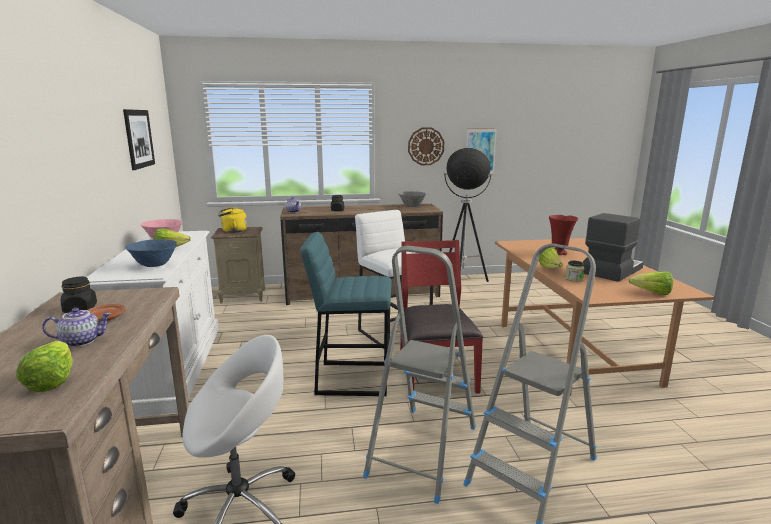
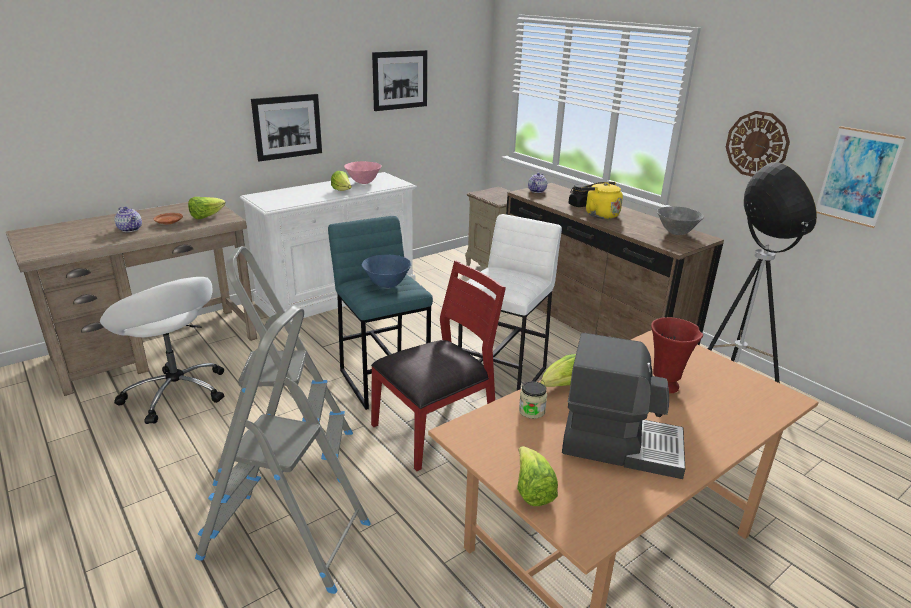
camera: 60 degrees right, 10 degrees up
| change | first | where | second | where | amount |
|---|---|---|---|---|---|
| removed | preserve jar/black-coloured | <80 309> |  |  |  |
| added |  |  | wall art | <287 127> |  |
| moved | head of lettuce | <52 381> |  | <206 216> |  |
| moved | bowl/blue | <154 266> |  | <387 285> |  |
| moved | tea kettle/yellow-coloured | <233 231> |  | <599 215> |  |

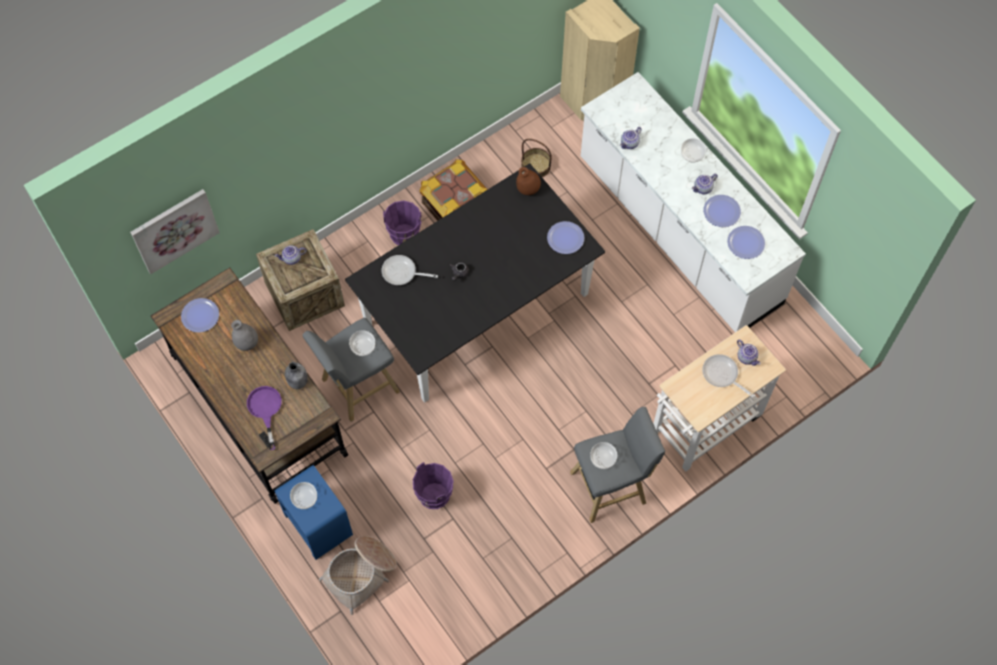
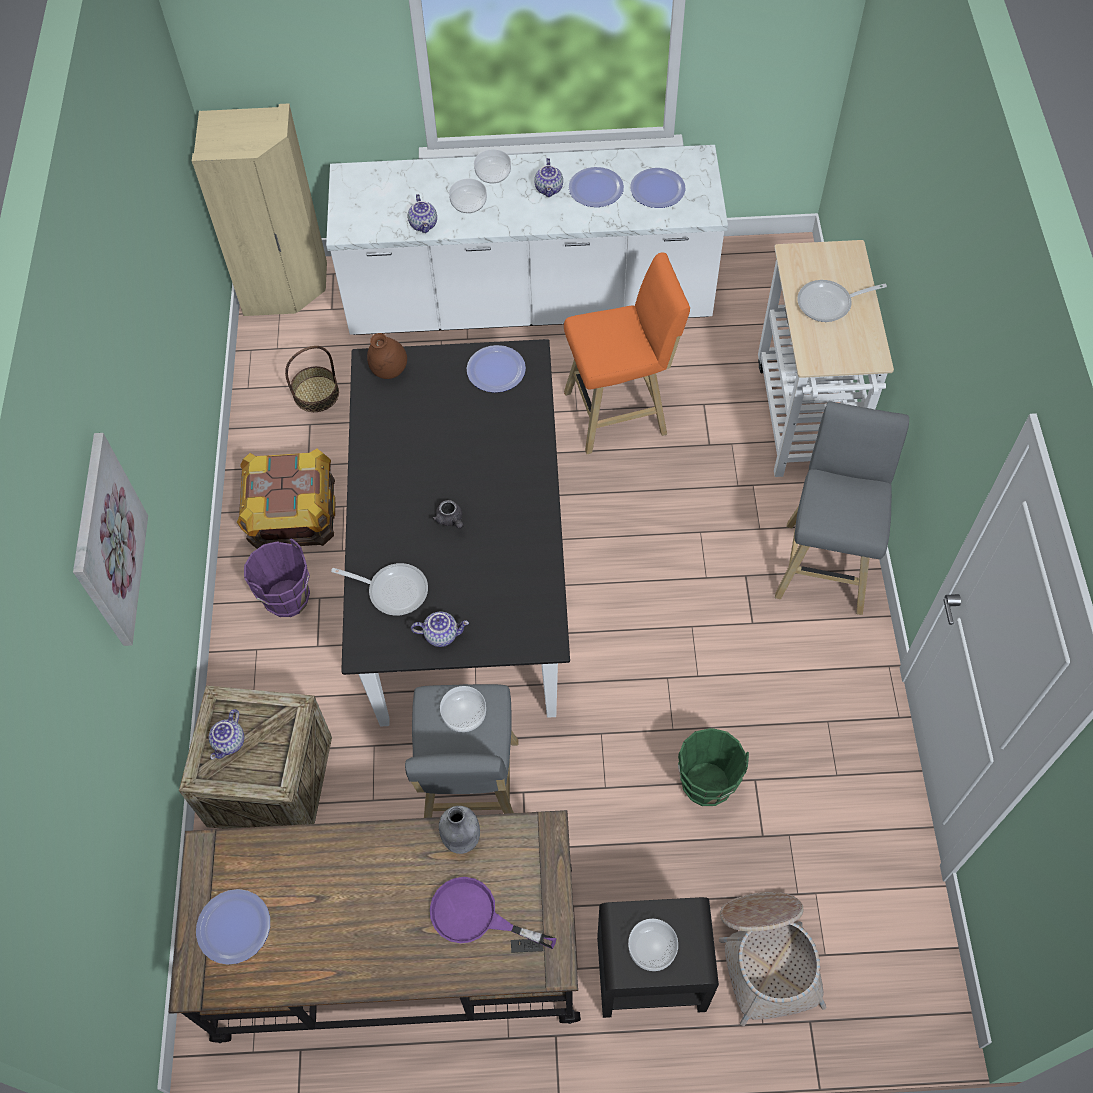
camera: 55 degrees left, 5 degrees down
| change | first | where | second | where | amount |
|---|---|---|---|---|---|
| removed | vase/grey | <247 343> |  |  |  |
| added |  |  | sitting stool/orangey | <620 412> |  |
| moved | wall art | <174 230> |  | <107 541> |  |
| moved | bowl | <602 458> |  | <468 204> |  |
| moved | pot for tea | <747 357> |  | <441 634> |  |
| recoloured | nightstand/blue | <318 524> | nightstand/black-coloured | <650 974> |  |
| recoloured | pail/purple | <434 496> | pail/green-coloured | <706 784> |  |
| turned | frying pan | <402 273> |  | <393 590> | 120 degrees counterclockwise |

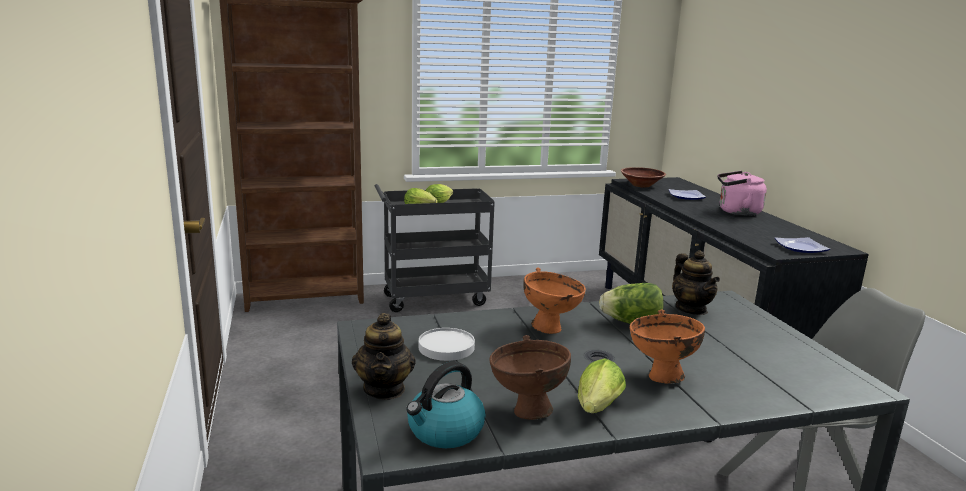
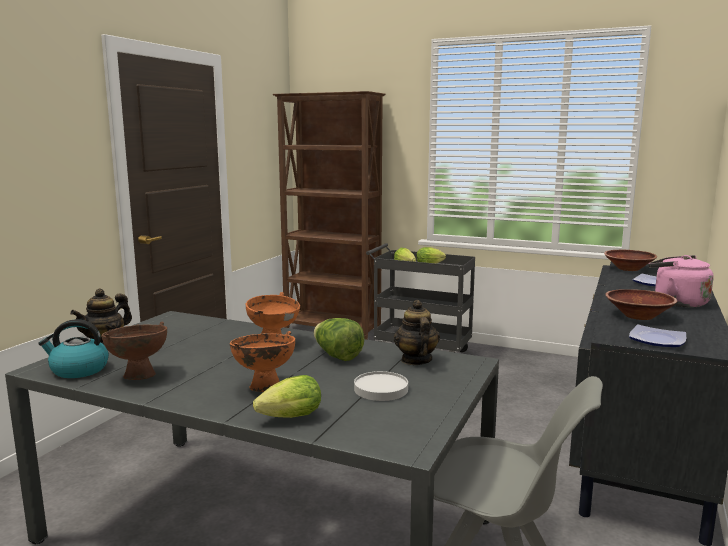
camera: 40 degrees right, 5 degrees down
| change | first | where | second | where | amount |
|---|---|---|---|---|---|
| added |  |  | bowl/brownish | <638 316> |  |
| moved | flat dish/white | <446 347> |  | <381 389> |  |
| moved | head of lettuce | <596 409> |  | <287 418> |  |
| turned | pot for tea | <691 309> |  | <416 360> | 150 degrees clockwise |

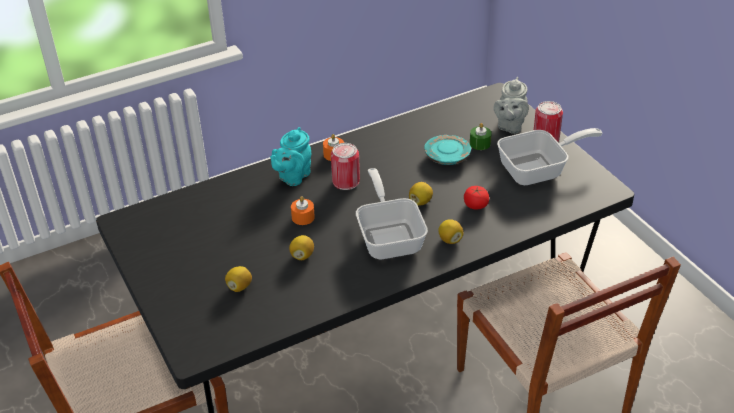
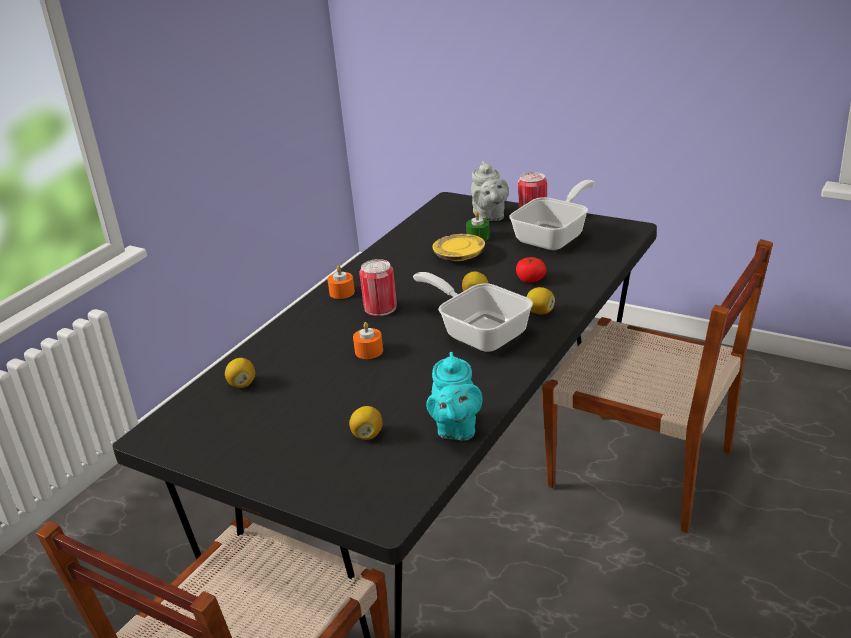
camera: 30 degrees left, 10 degrees down
| change | first | where | second | where | amount |
|---|---|---|---|---|---|
| moved | pot for tea/blue-green | <293 177> |  | <456 429> |  |
| moved | citrus fruit | <302 255> |  | <242 384> |  |
| recoloured | flat dish/blue-green | <447 156> | flat dish/yellow-coloured | <459 256> |  |

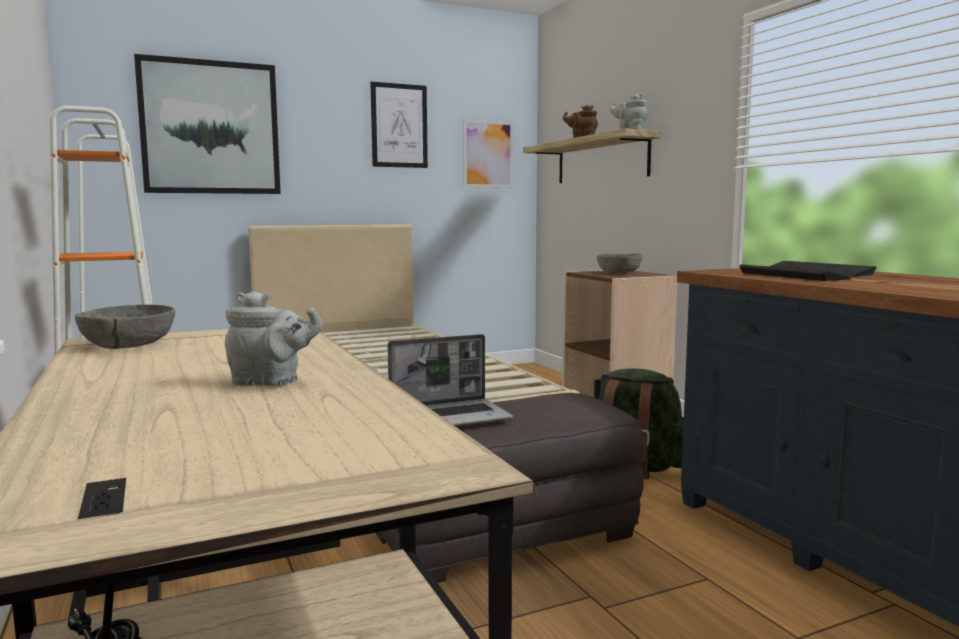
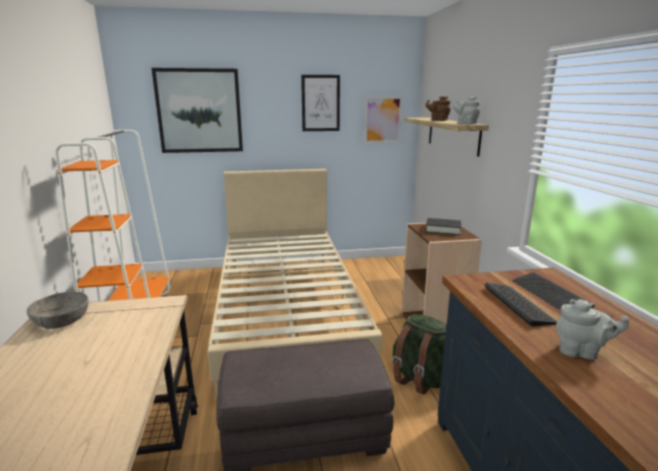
camera: 15 degrees right, 10 degrees up
| change | first | where | second | where | amount |
|---|---|---|---|---|---|
| removed | portable computer | <451 417> |  |  |  |
| moved | pot for tea/grey | <271 382> |  | <581 352> |  |
| replaced | bowl/grey | <619 272> | volume/black-coloured | <443 229> |  |

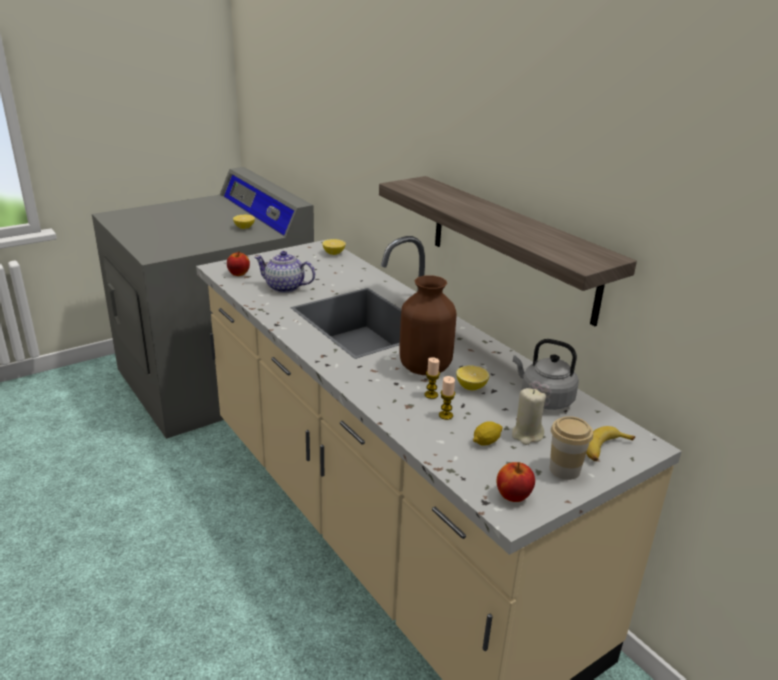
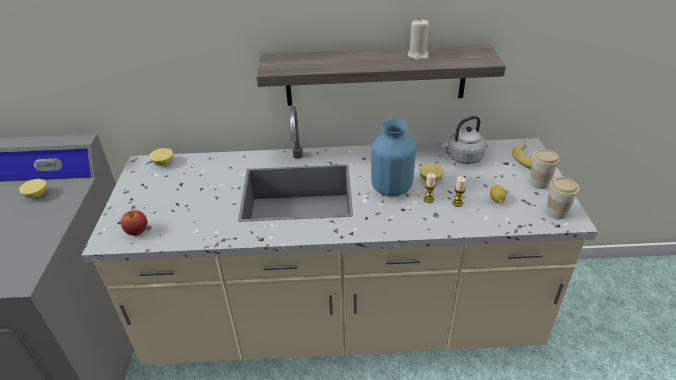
camera: 55 degrees left, 10 degrees up
| change | first | where | second | where | amount |
|---|---|---|---|---|---|
| removed | pot for tea | <284 287> |  |  |  |
| moved | wax candle/beige | <527 435> |  | <418 55> |  |
| replaced | apple | <513 496> | cup | <556 212> |  |
| recoloured | vase/brownish | <424 367> | vase/blue | <391 188> |  |

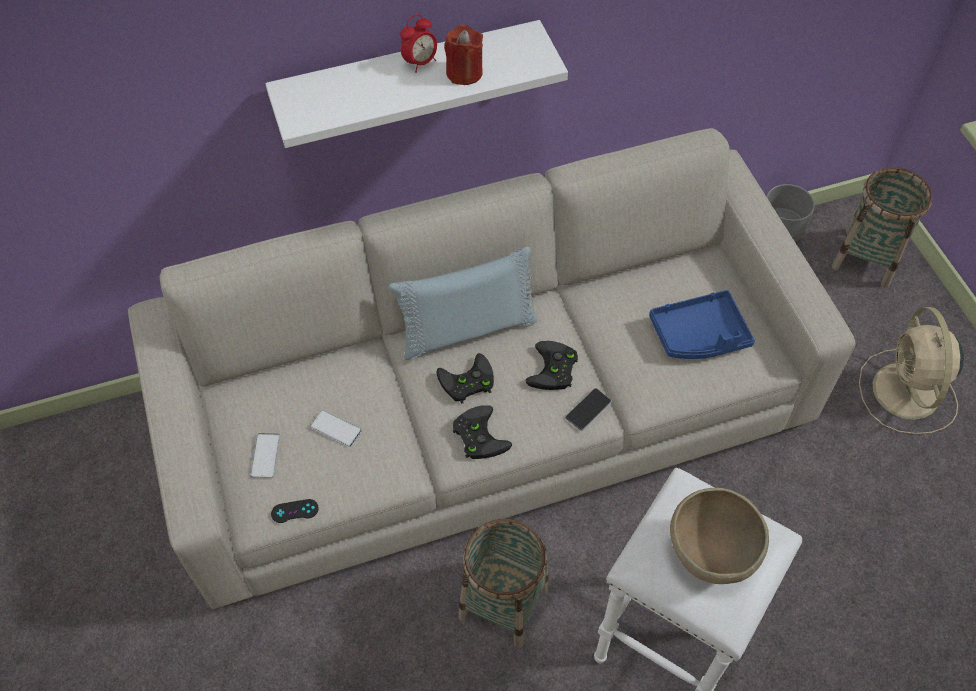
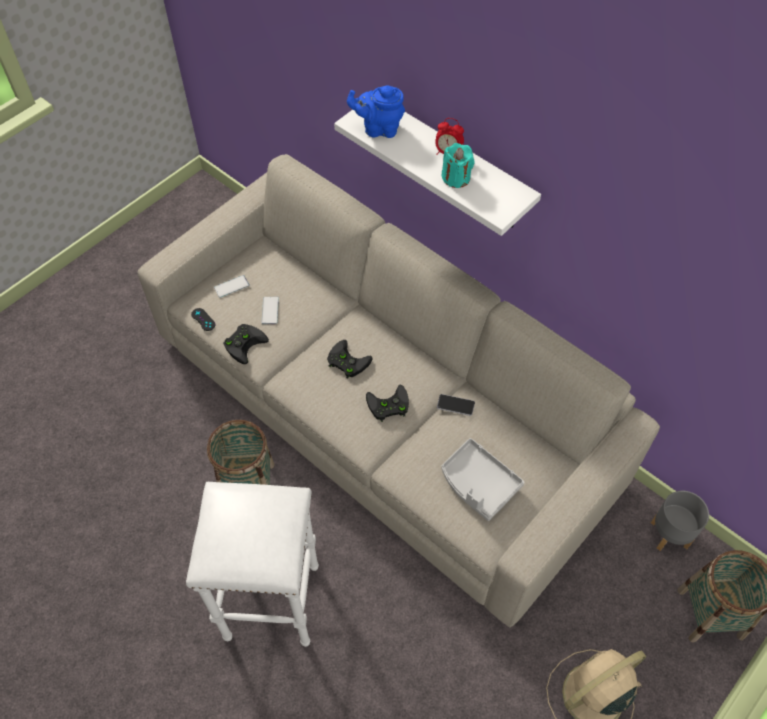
camera: 60 degrees right, 0 degrees up
| change | first | where | second | where | amount |
|---|---|---|---|---|---|
| removed | cushion/blue | <467 329> |  |  |  |
| removed | bowl/brownish | <709 554> |  |  |  |
| added |  |  | pot for tea/blue | <379 129> |  |
| moved | gamepad/black-coloured | <477 435> |  | <244 343> |  |
| moved | handset | <588 410> |  | <455 405> |  |
| recoloured | wax candle/red | <464 73> | wax candle/blue-green | <456 178> |  |
| recoloured | tray/blue | <699 335> | tray/grey | <478 484> |  |

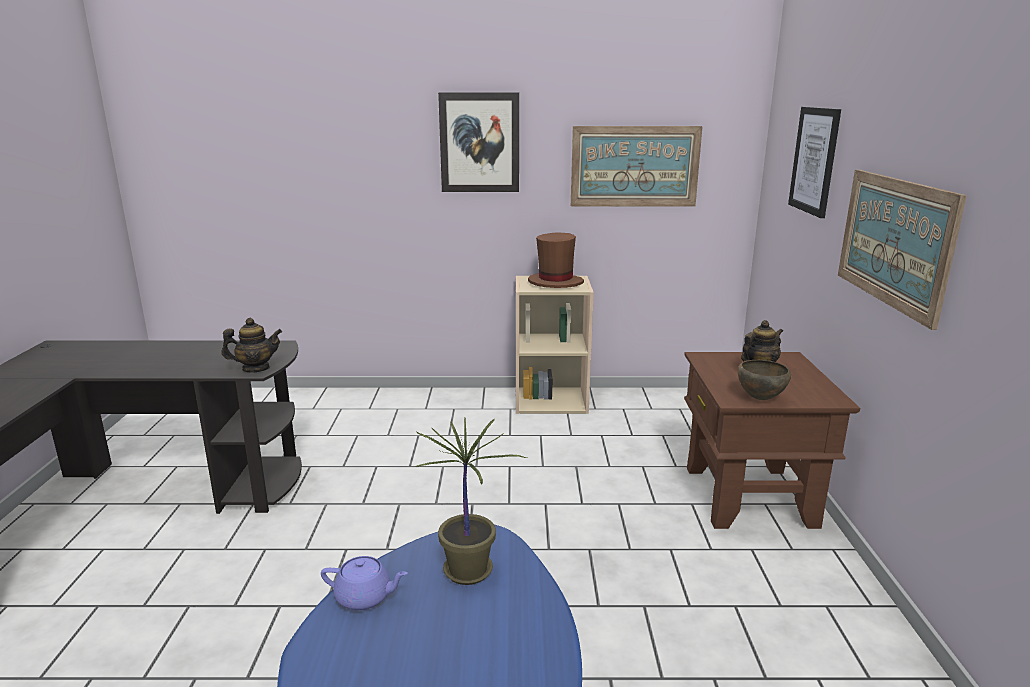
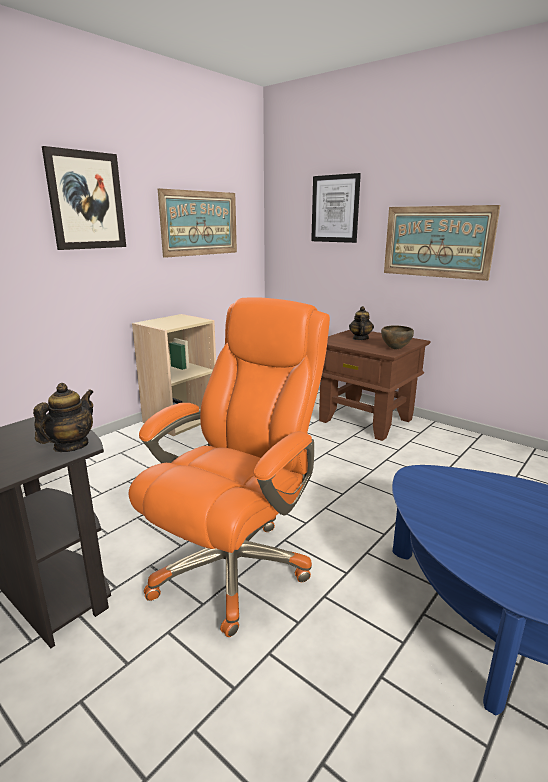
camera: 50 degrees left, 0 degrees up
| change | first | where | second | where | amount |
|---|---|---|---|---|---|
| removed | pot for tea/purple | <365 597> |  |  |  |
| removed | potted plant | <469 572> |  |  |  |
| removed | hat/brownish | <555 282> |  |  |  |
| added |  |  | computer chair/orangey | <237 567> |  |

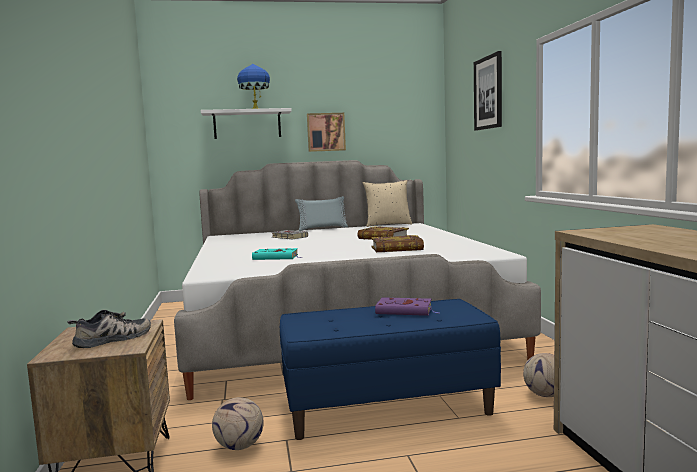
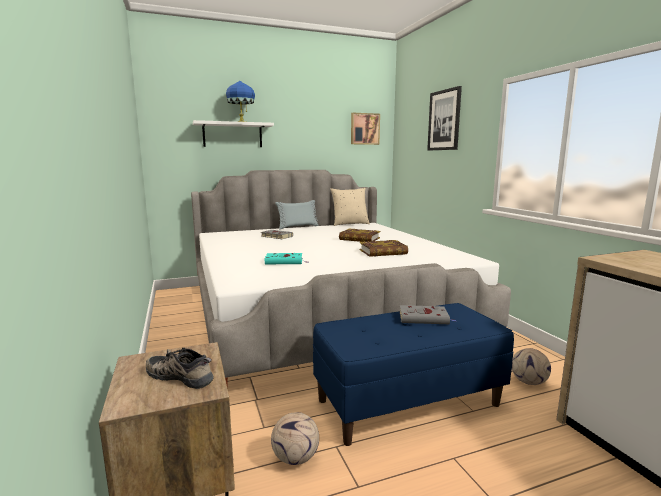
camera: 10 degrees left, 5 degrees up
| change | first | where | second | where | amount |
|---|---|---|---|---|---|
| moved | wall art | <326 132> |  | <364 129> |  |
| recoloured | volume/purple | <406 311> | volume/grey | <425 318> |  |
| turned | item of footwear | <113 339> |  | <181 375> | 105 degrees counterclockwise |

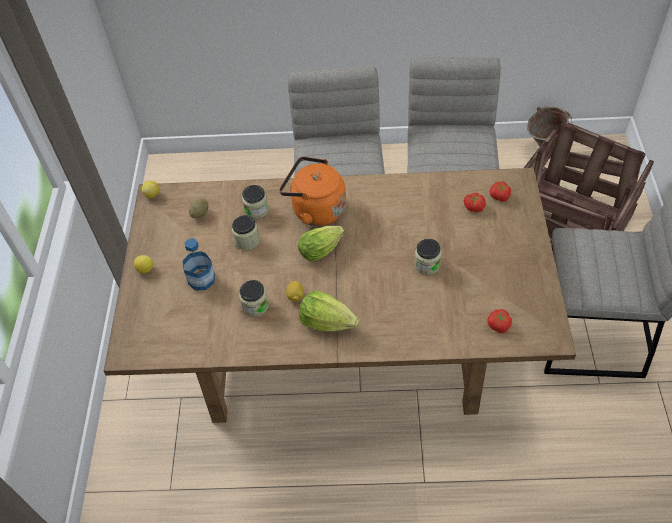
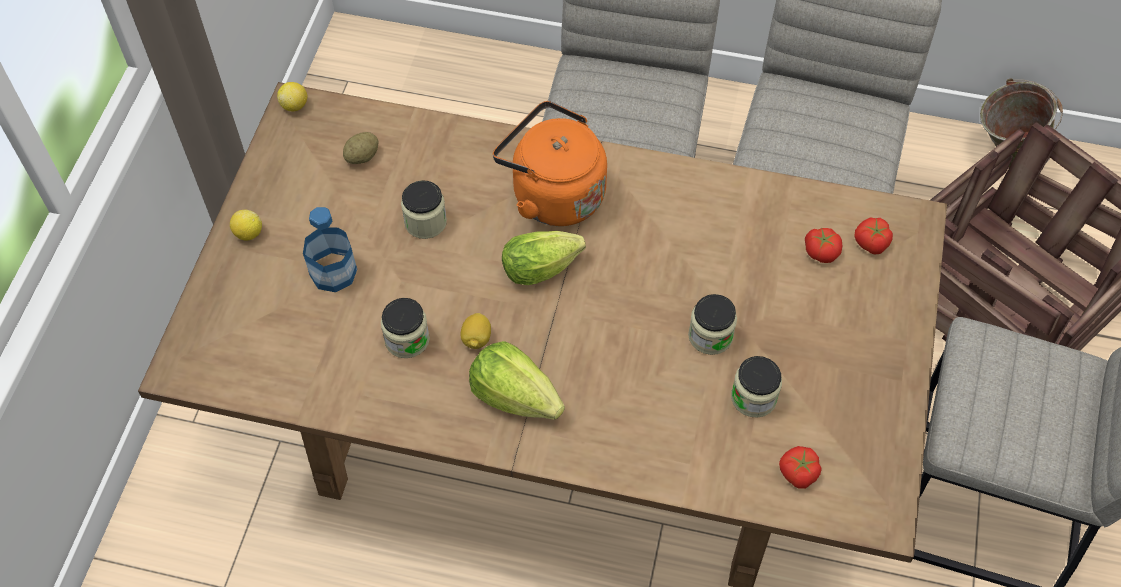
camera: 10 degrees right, 5 degrees up
| change | first | where | second | where | amount |
|---|---|---|---|---|---|
| moved | preserve jar | <256 210> |  | <753 397> |  |

